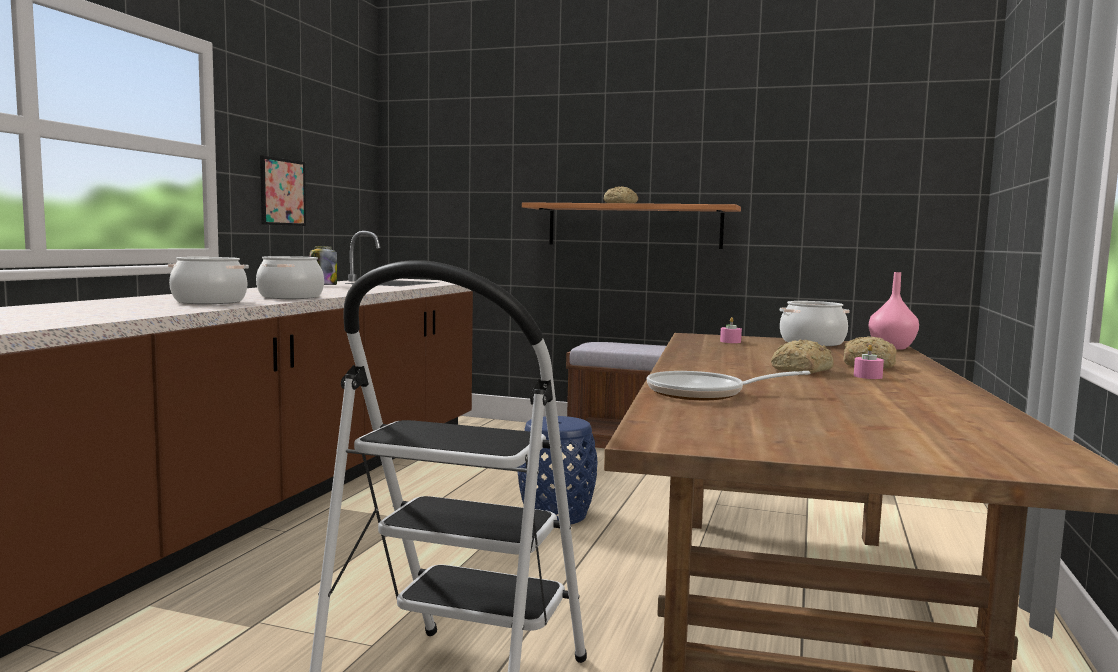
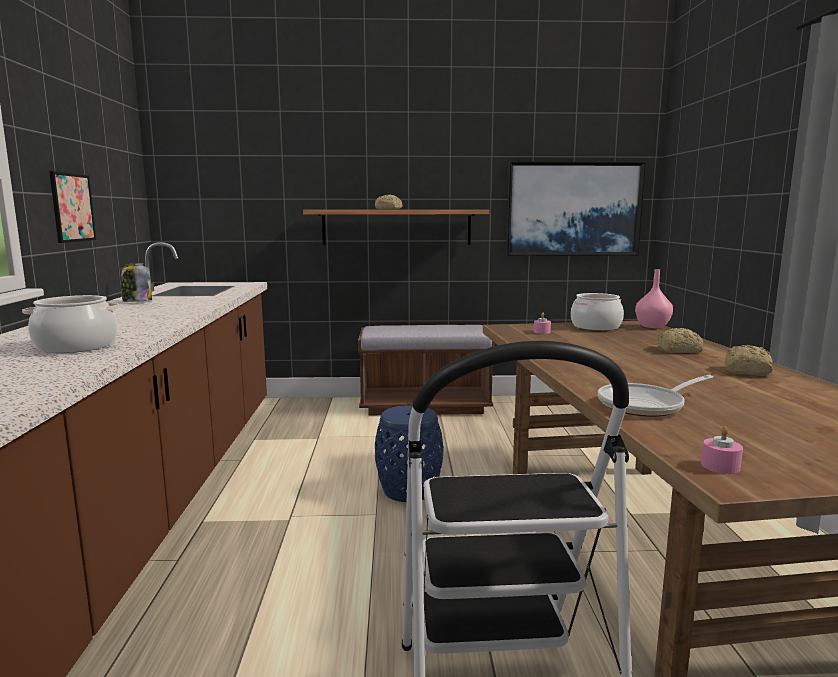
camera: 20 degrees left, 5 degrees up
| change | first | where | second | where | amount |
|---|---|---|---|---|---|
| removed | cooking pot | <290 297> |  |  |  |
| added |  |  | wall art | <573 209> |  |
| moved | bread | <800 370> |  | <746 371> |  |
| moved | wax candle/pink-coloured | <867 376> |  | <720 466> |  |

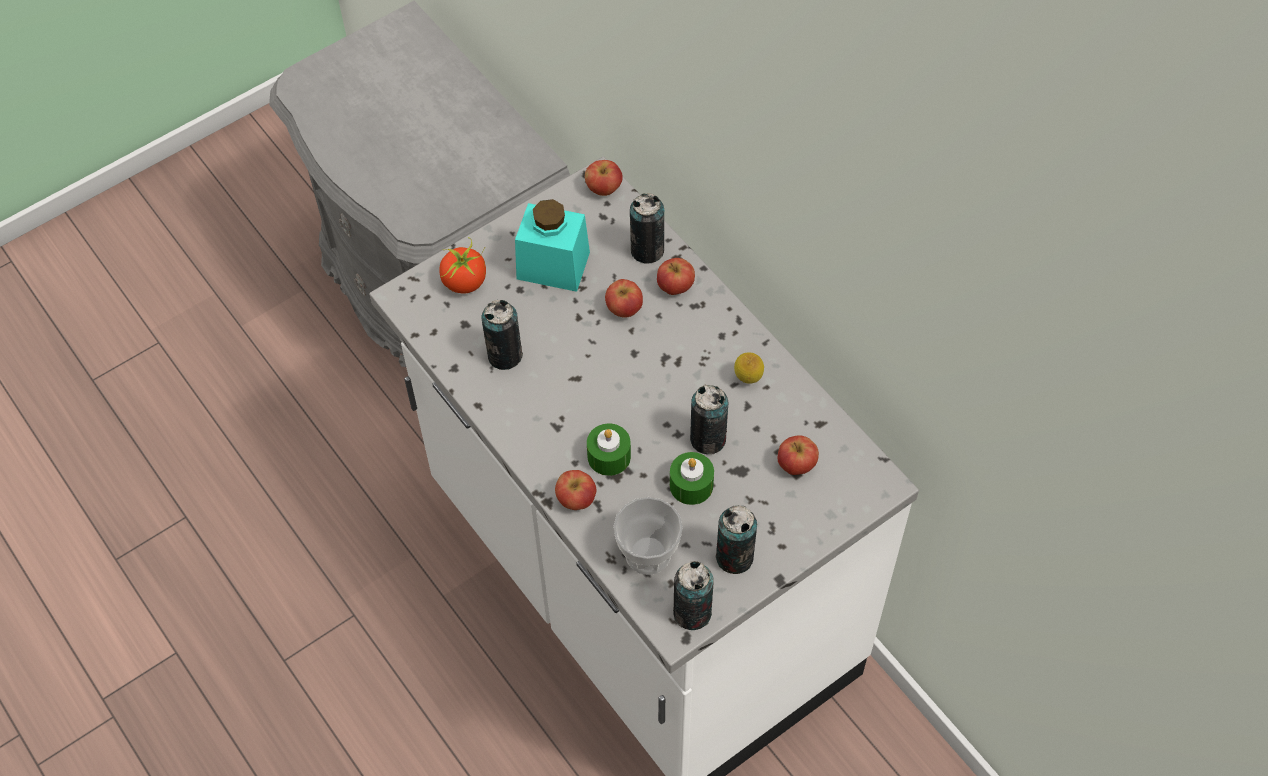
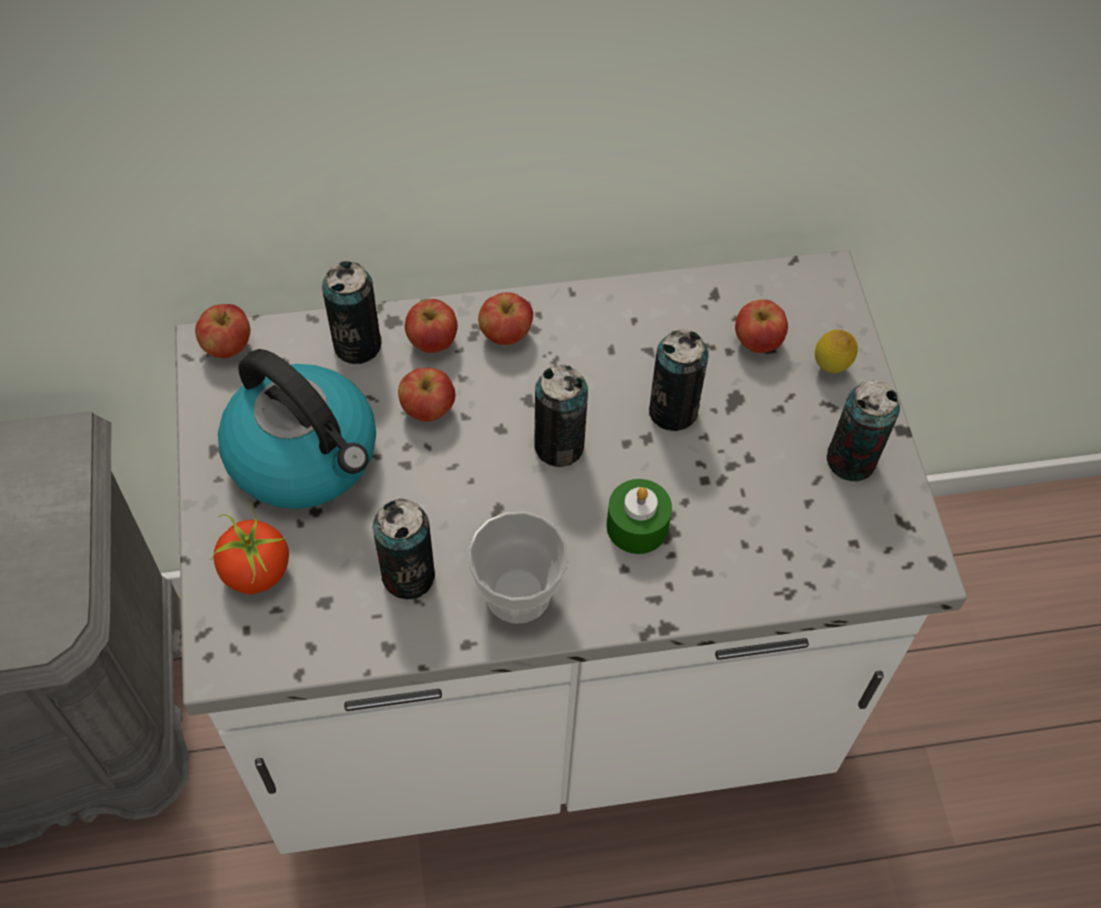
camera: 65 degrees left, 0 degrees up
| change | first | where | second | where | amount |
|---|---|---|---|---|---|
| removed | wax candle/green-coloured | <691 485> |  |  |  |
| moved | apple | <576 499> |  | <505 334> |  |
| moved | cup | <648 554> |  | <518 594> |  |
| moved | sealed can | <692 613> |  | <559 446> |  |
| moved | citrus fruit | <748 379> |  | <830 368> |  |
| replaced | preserve jar/blue-green | <553 265> | tea kettle | <305 456> |  |

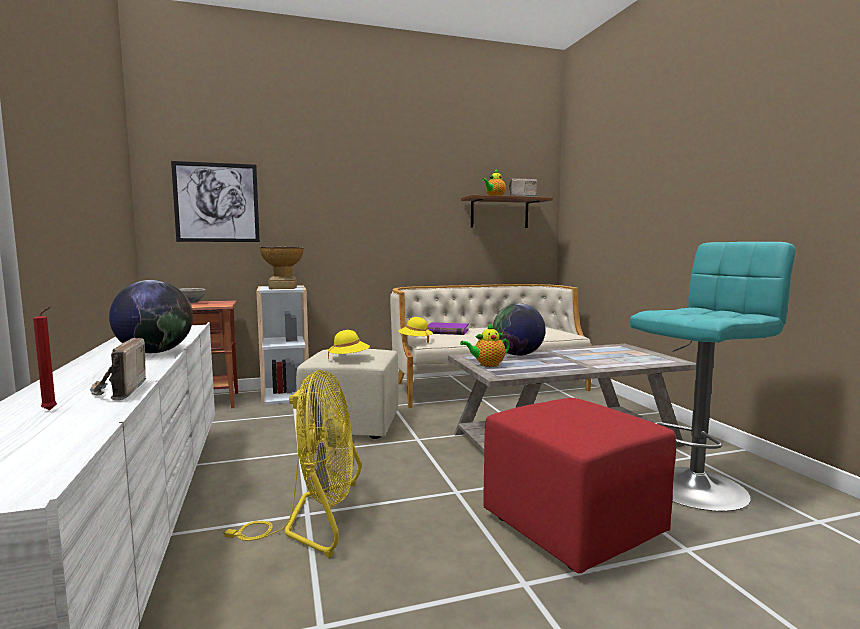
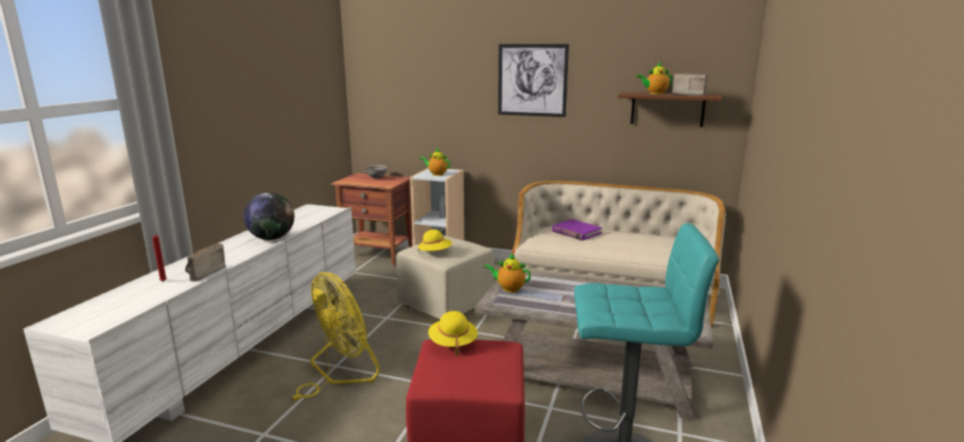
camera: 35 degrees right, 10 degrees up
| change | first | where | second | where | amount |
|---|---|---|---|---|---|
| removed | desk globe | <518 355> |  |  |  |
| moved | wall art | <217 202> |  | <532 80> |  |
| moved | hat/yellow-coloured | <415 340> |  | <453 343> |  |
| replaced | vase | <283 288> | pot for tea | <436 174> |  |
| turned | cooling fan/yellow-coloured | <313 518> |  | <335 370> | 75 degrees counterclockwise |

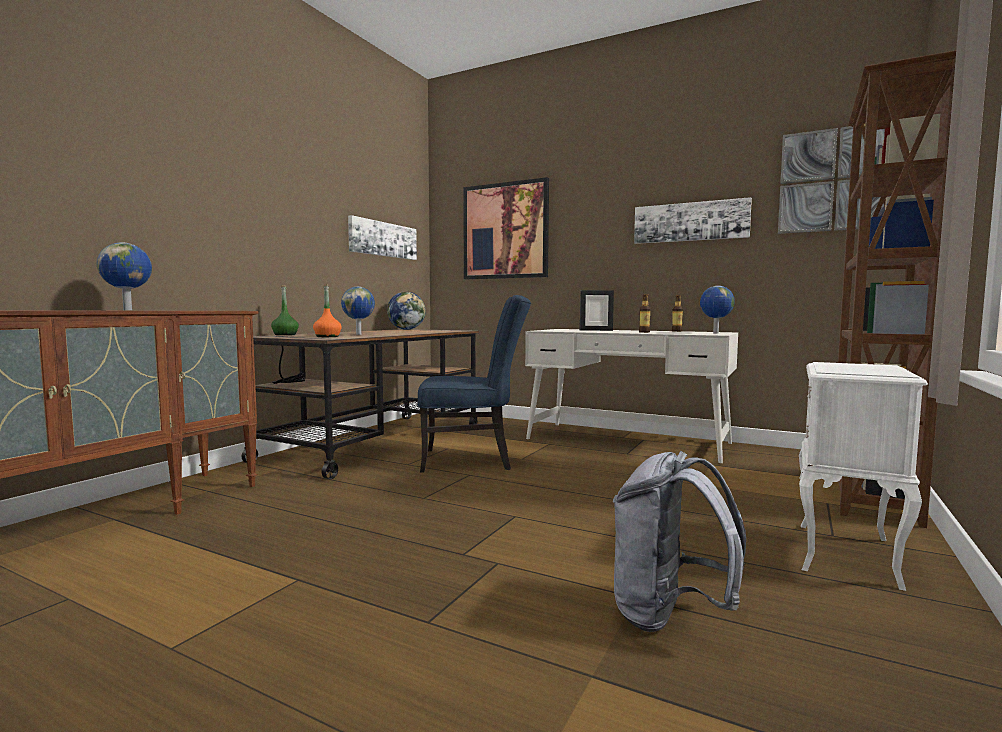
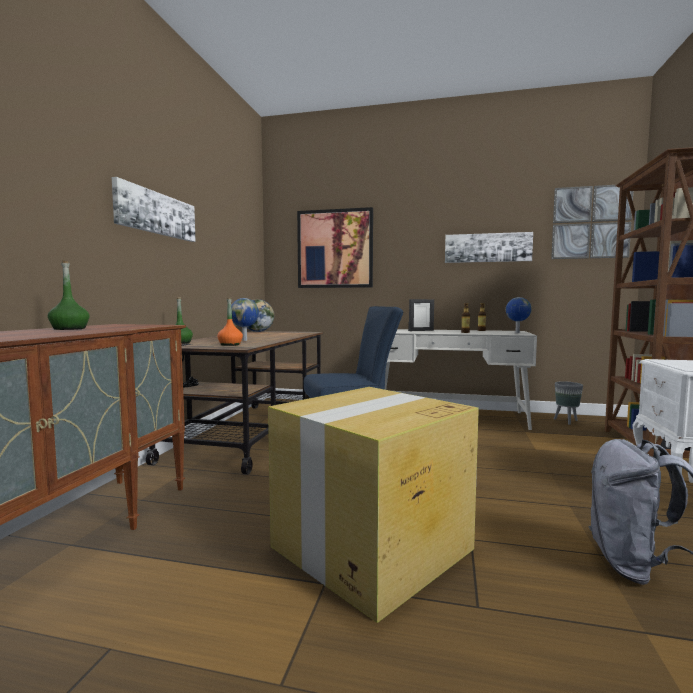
camera: 15 degrees left, 0 degrees up
| change | first | where | second | where | amount |
|---|---|---|---|---|---|
| added |  |  | packing box | <370 548> |  |
| added |  |  | flower pot/grey | <567 421> |  |
| moved | wall art | <383 239> |  | <156 213> |  |
| replaced | desk globe | <129 310> | drink bottle/green-coloured | <69 329> |  |

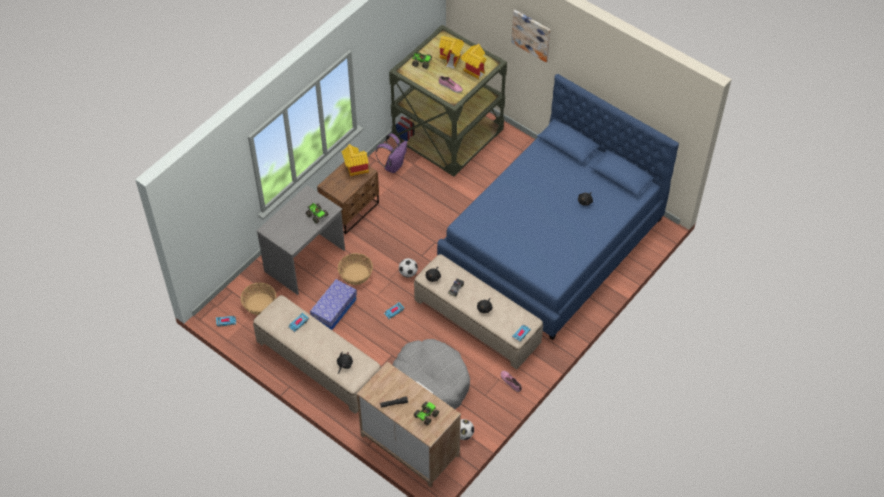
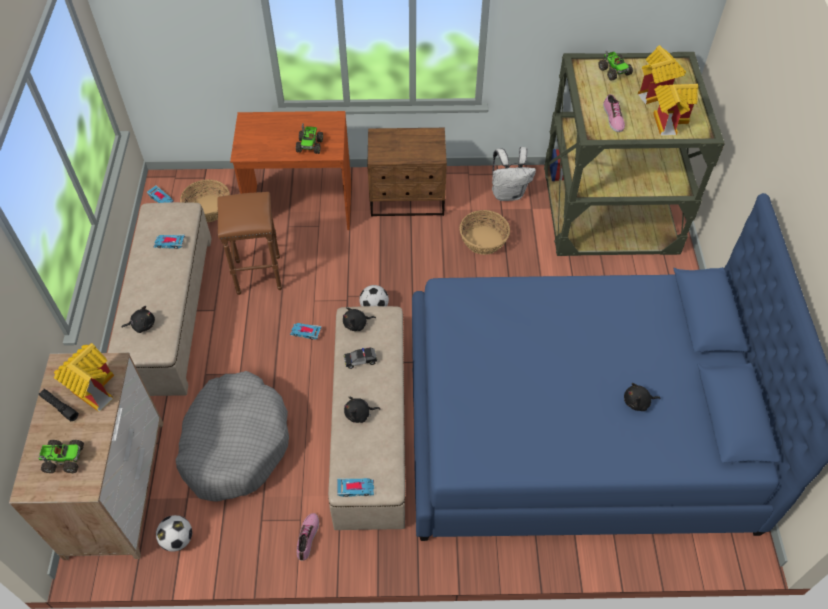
camera: 50 degrees right, 0 degrees up
| change | first | where | second | where | amount |
|---|---|---|---|---|---|
| removed | wall art | <531 35> |  |  |  |
| moved | storage basket | <356 274> |  | <484 240> |  |
| moved | model house | <354 169> |  | <93 388> |  |
| replaced | storage bin | <334 310> | sitting stool/brownish | <257 275> |  |
| recoloured | desk unit/grey | <305 261> | desk unit/brownish | <301 208> |  |
| recoloured | backpack/purple | <393 166> | backpack/white | <508 193> |  |

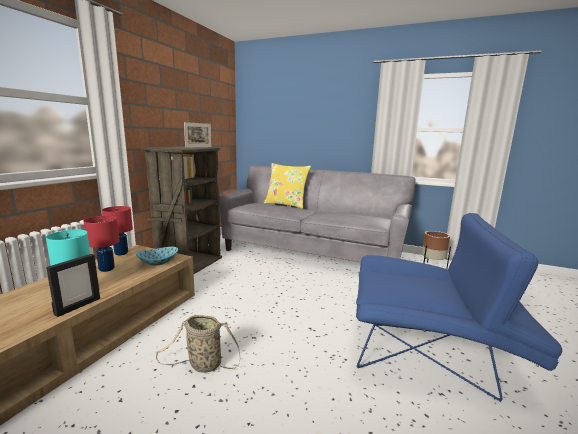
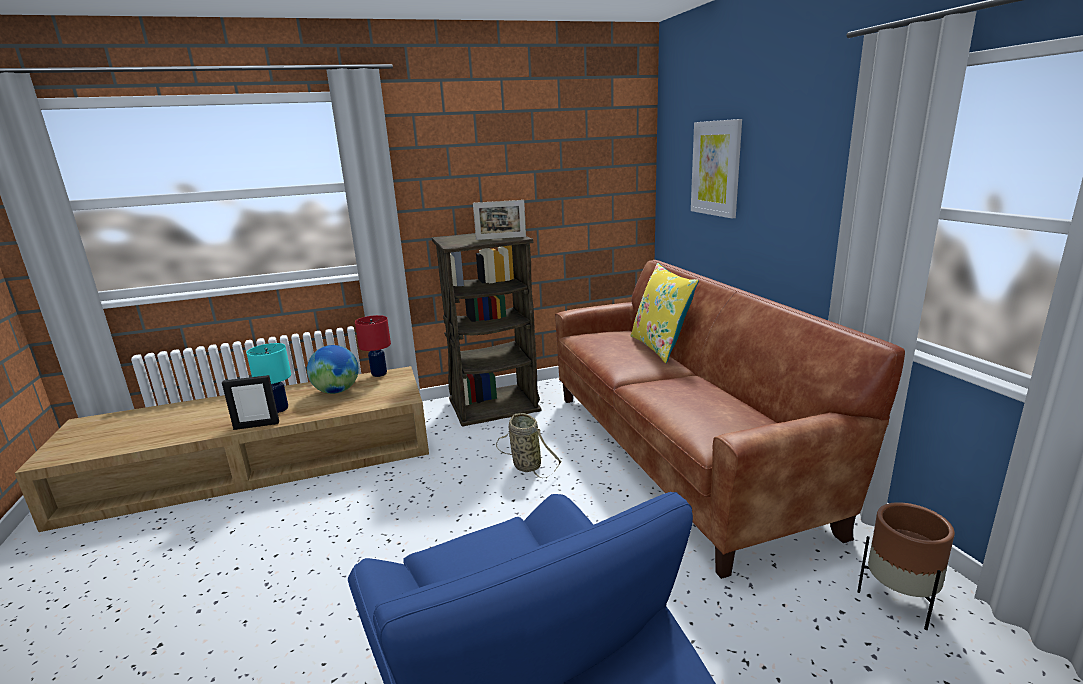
camera: 50 degrees right, 5 degrees up
| change | first | where | second | where | amount |
|---|---|---|---|---|---|
| removed | bowl | <158 263> |  |  |  |
| added |  |  | wall art | <716 168> |  |
| moved | storage basket | <202 365> |  | <525 465> |  |
| replaced | tabletop lamp/red | <107 269> | desk globe | <336 391> |  |
| recoloured | couch/grey | <311 254> | couch/brownish | <676 454> |  |

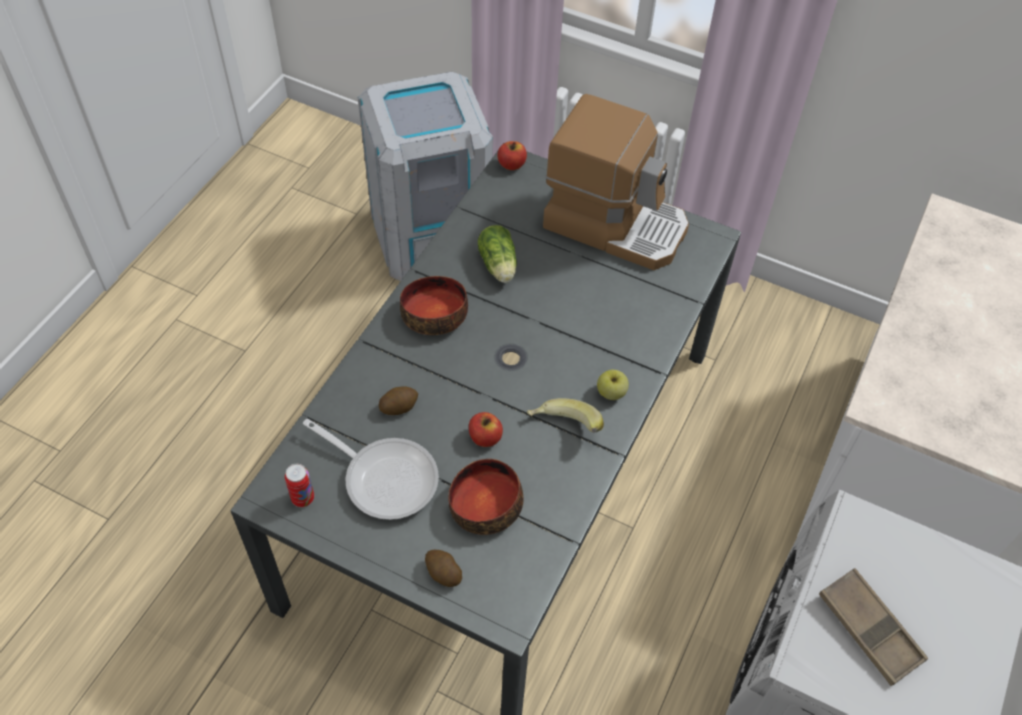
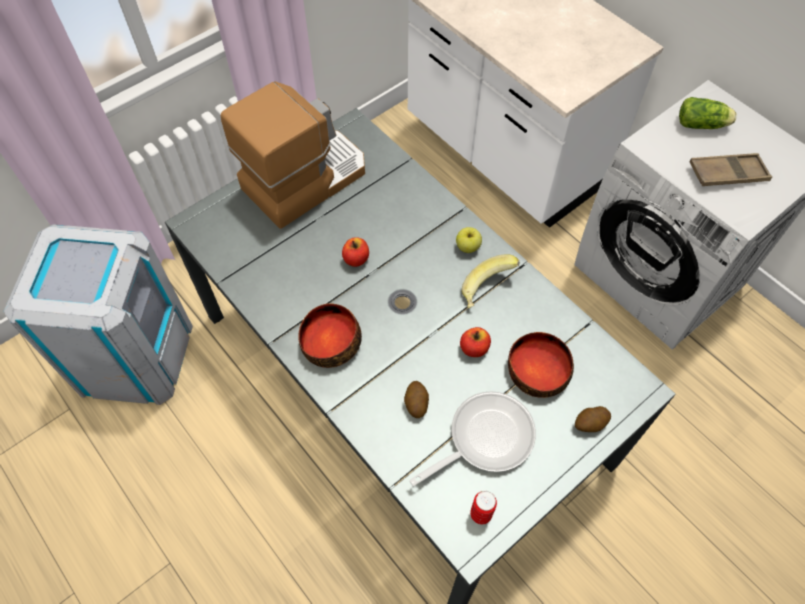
camera: 65 degrees left, 5 degrees up
| change | first | where | second | where | amount |
|---|---|---|---|---|---|
| moved | head of lettuce | <498 266> |  | <703 125> |  |
| moved | apple | <511 164> |  | <356 259> |  |

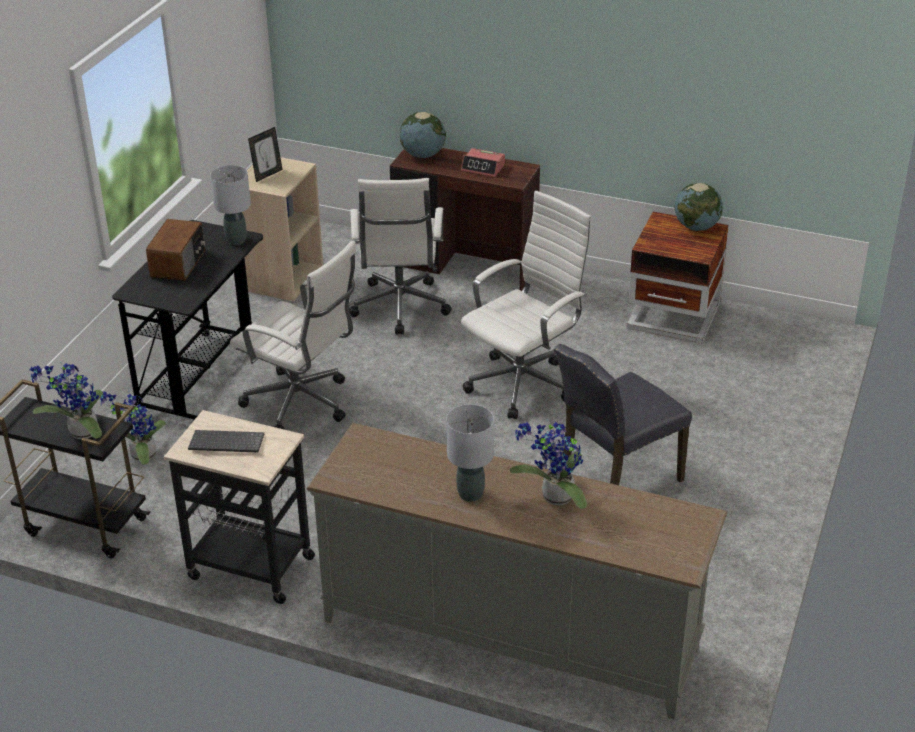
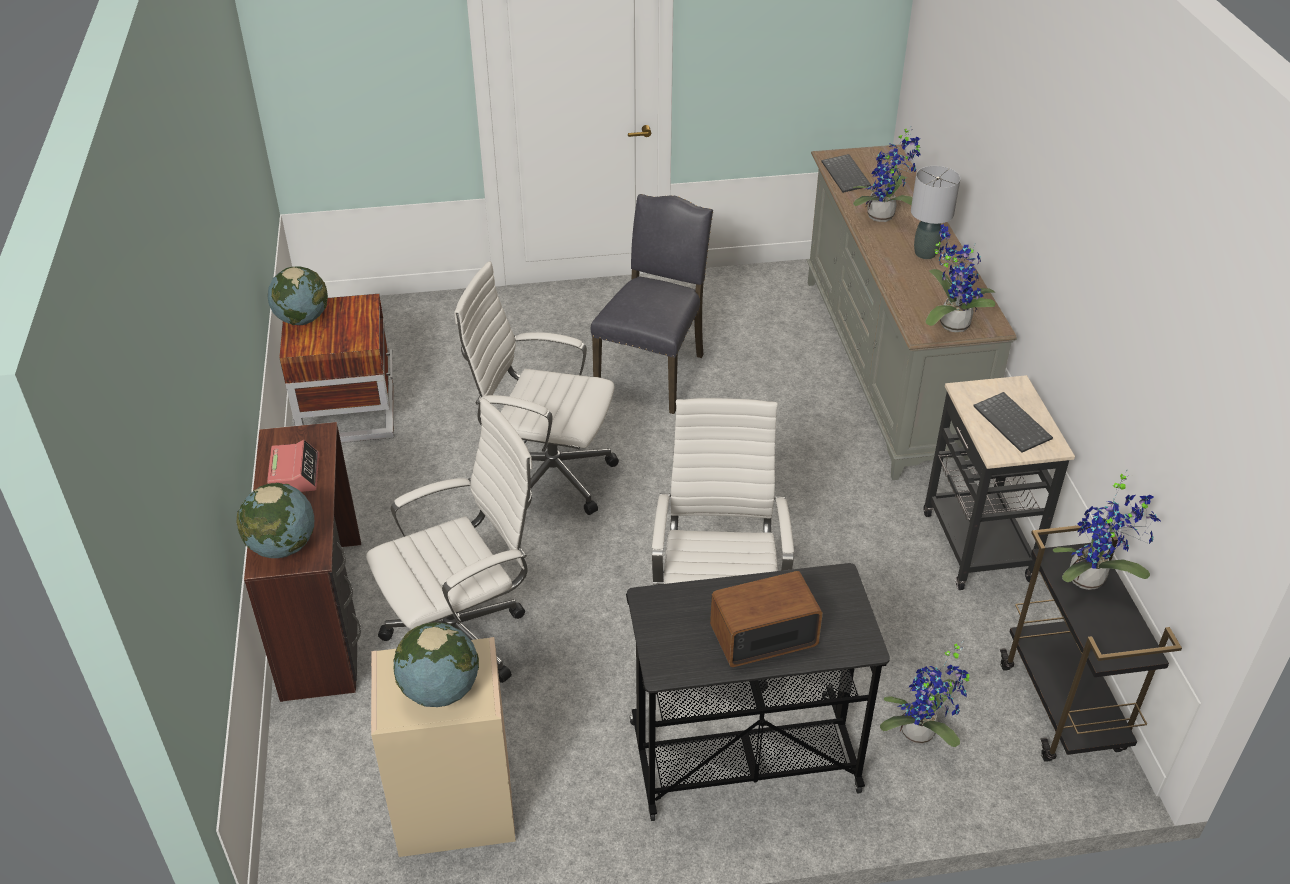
camera: 120 degrees left, 5 degrees up
| change | first | where | second | where | amount |
|---|---|---|---|---|---|
| removed | tabletop lamp/grey | <236 240> |  |  |  |
| added |  |  | computer keyboard | <847 175> |  |
| added |  |  | potted plant | <950 323> |  |
| replaced | photo frame | <267 175> | desk globe | <439 691> |  |
| turned | plain chair/grey | <615 480> |  | <653 372> | 90 degrees counterclockwise |

